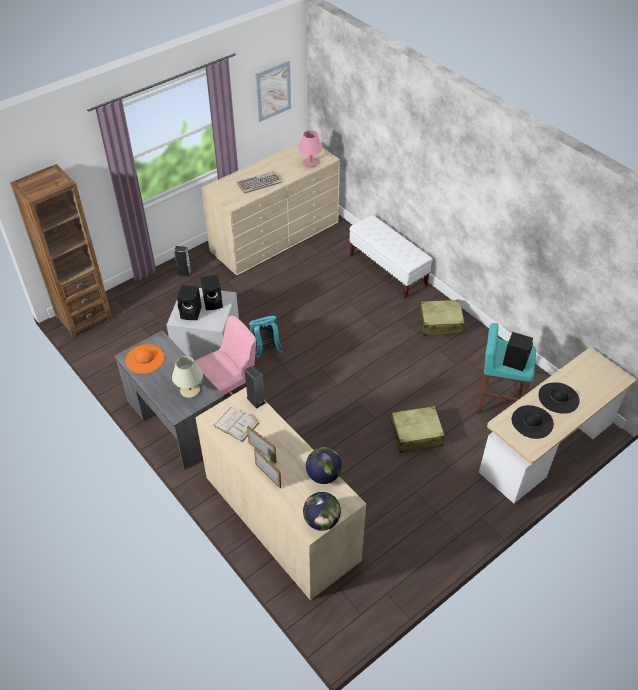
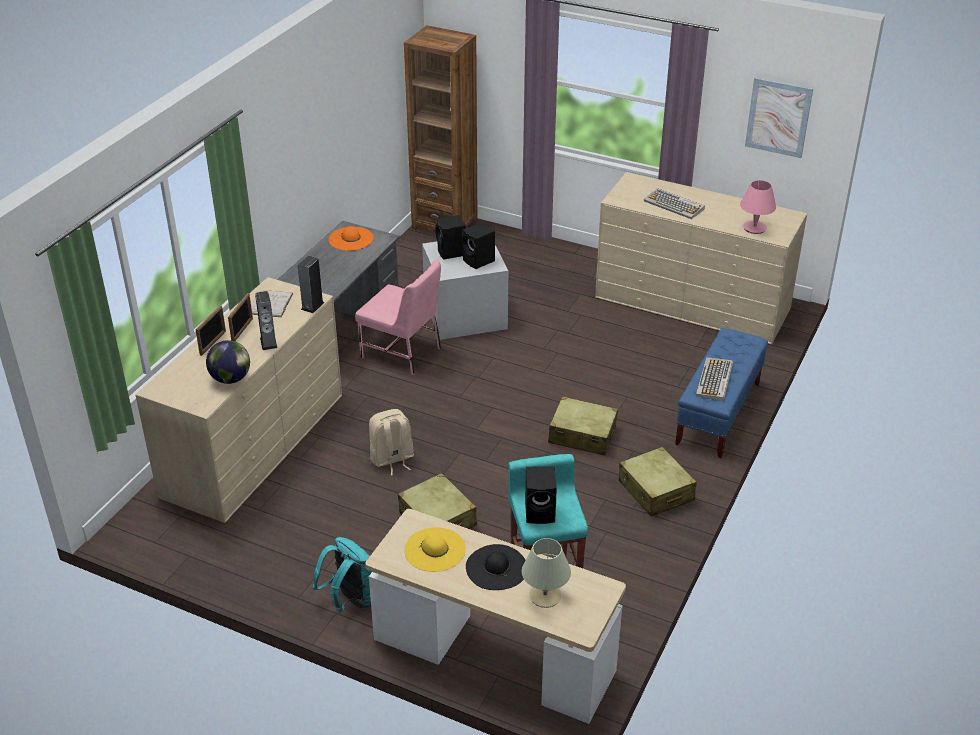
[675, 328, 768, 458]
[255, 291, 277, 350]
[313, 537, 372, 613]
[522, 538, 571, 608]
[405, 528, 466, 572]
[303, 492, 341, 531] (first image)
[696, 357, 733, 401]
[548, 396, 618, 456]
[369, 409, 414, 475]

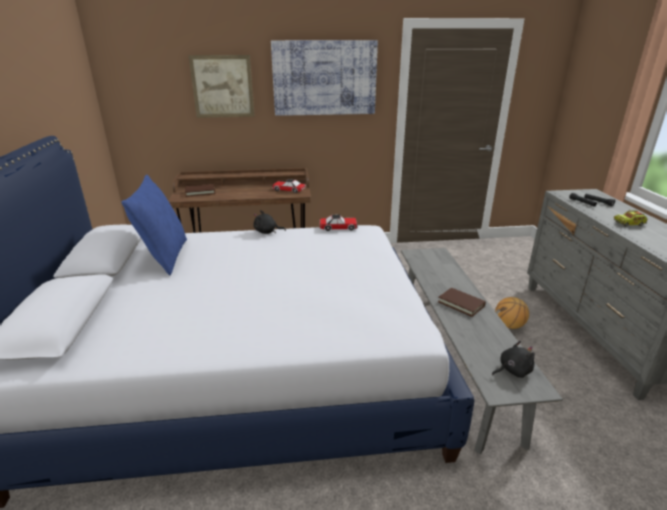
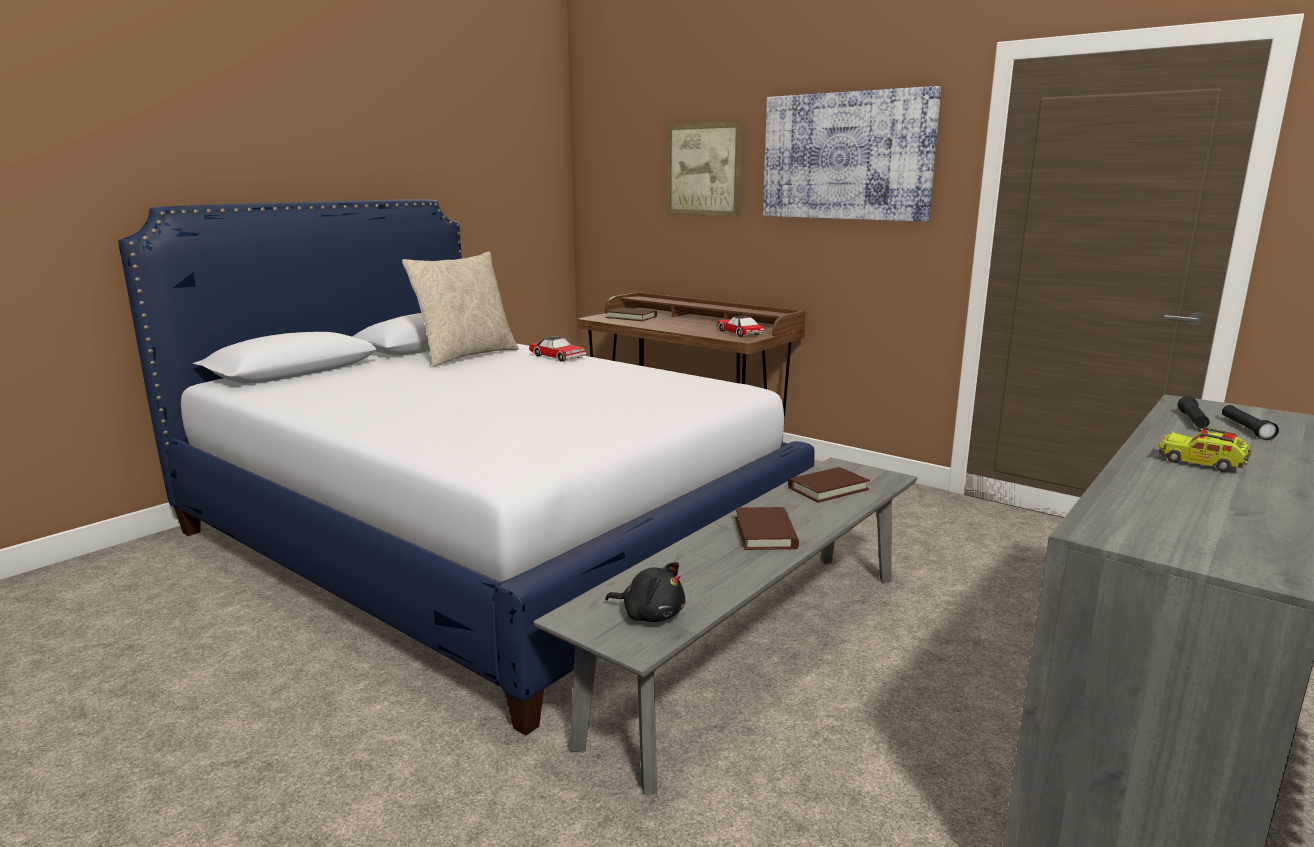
[402, 251, 519, 366]
[253, 210, 286, 234] (first image)
[529, 337, 586, 362]
[495, 297, 529, 329] (first image)
[788, 467, 870, 502]

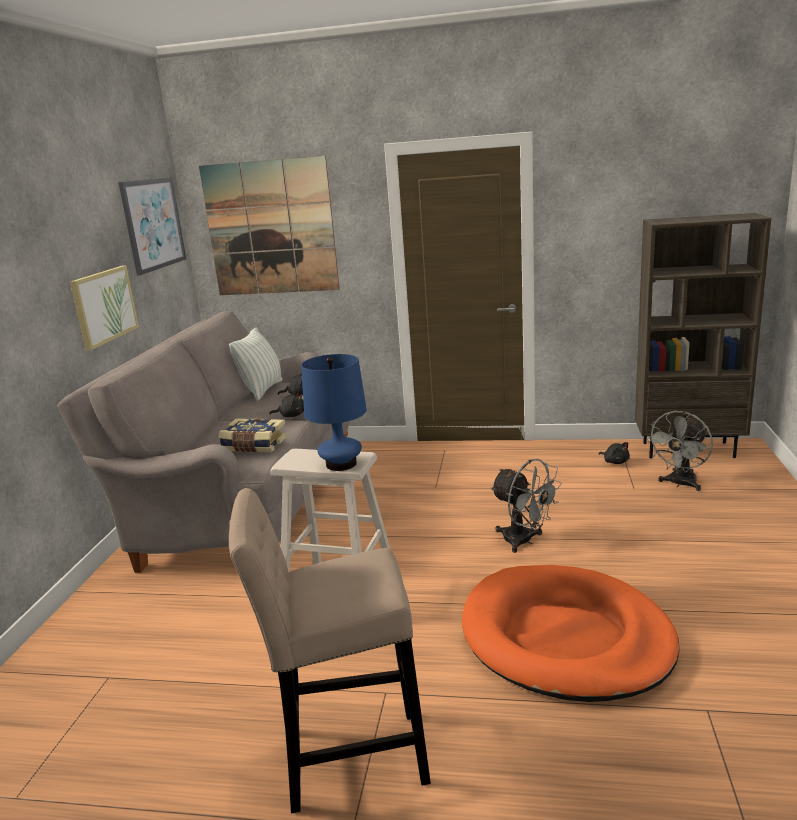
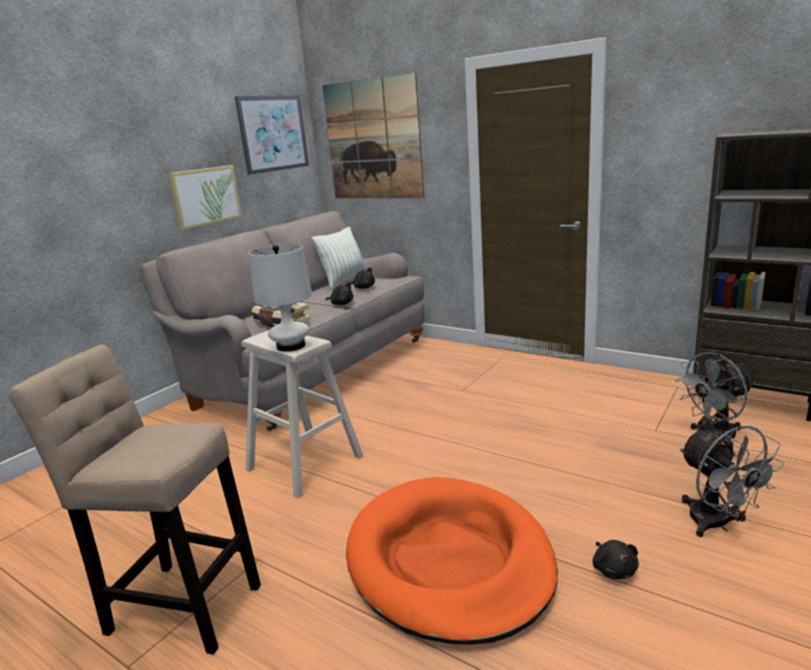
[249, 244, 312, 352]
[593, 540, 639, 579]
[680, 426, 785, 537]

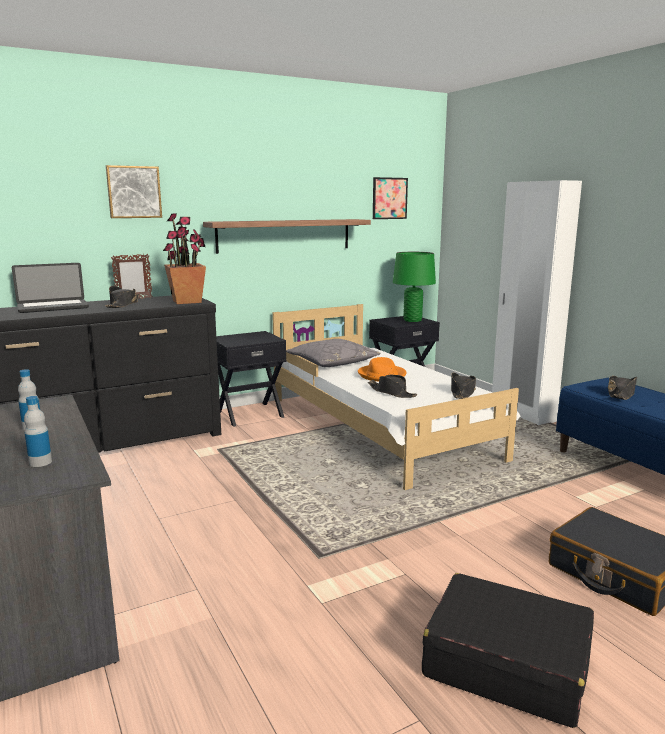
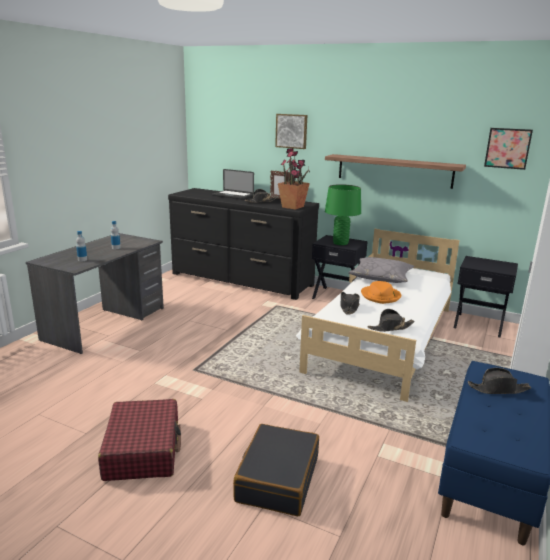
[325, 184, 361, 245]
[98, 399, 181, 481]

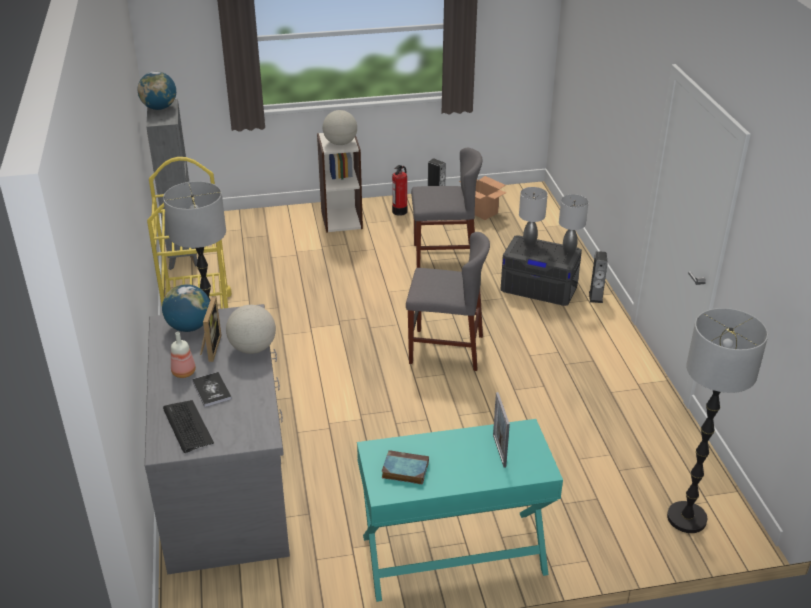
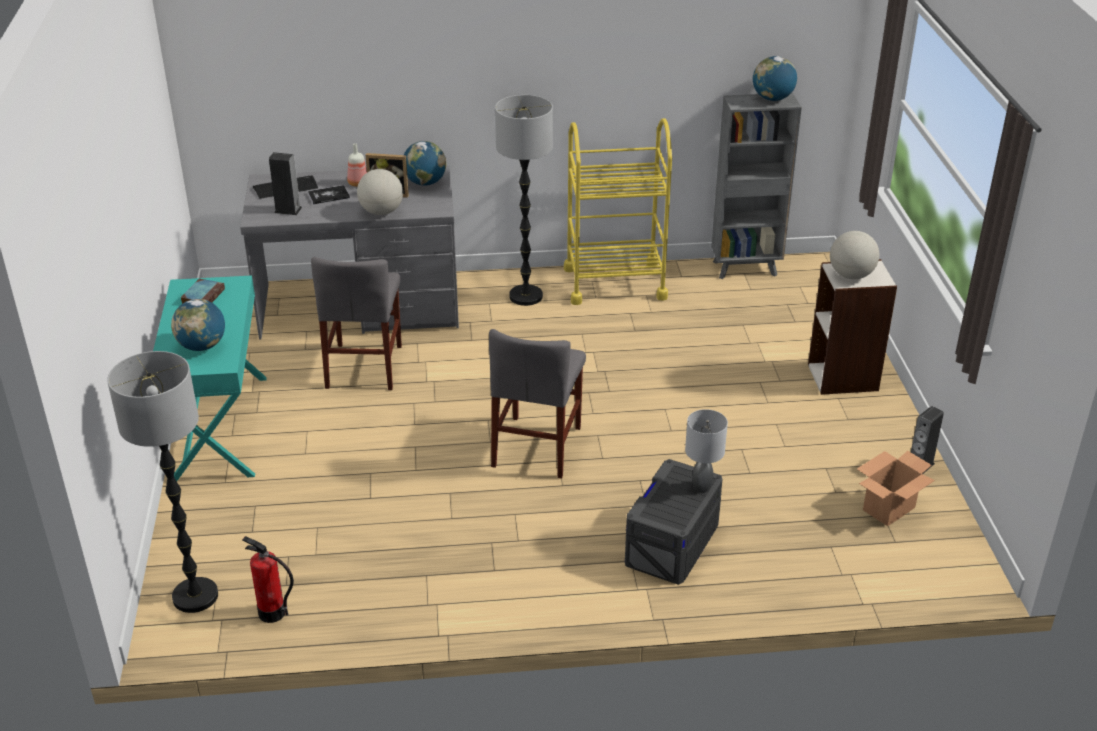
[311, 257, 402, 390]
[242, 536, 294, 623]
[559, 194, 589, 253] (first image)
[269, 152, 302, 215]
[171, 299, 225, 351]

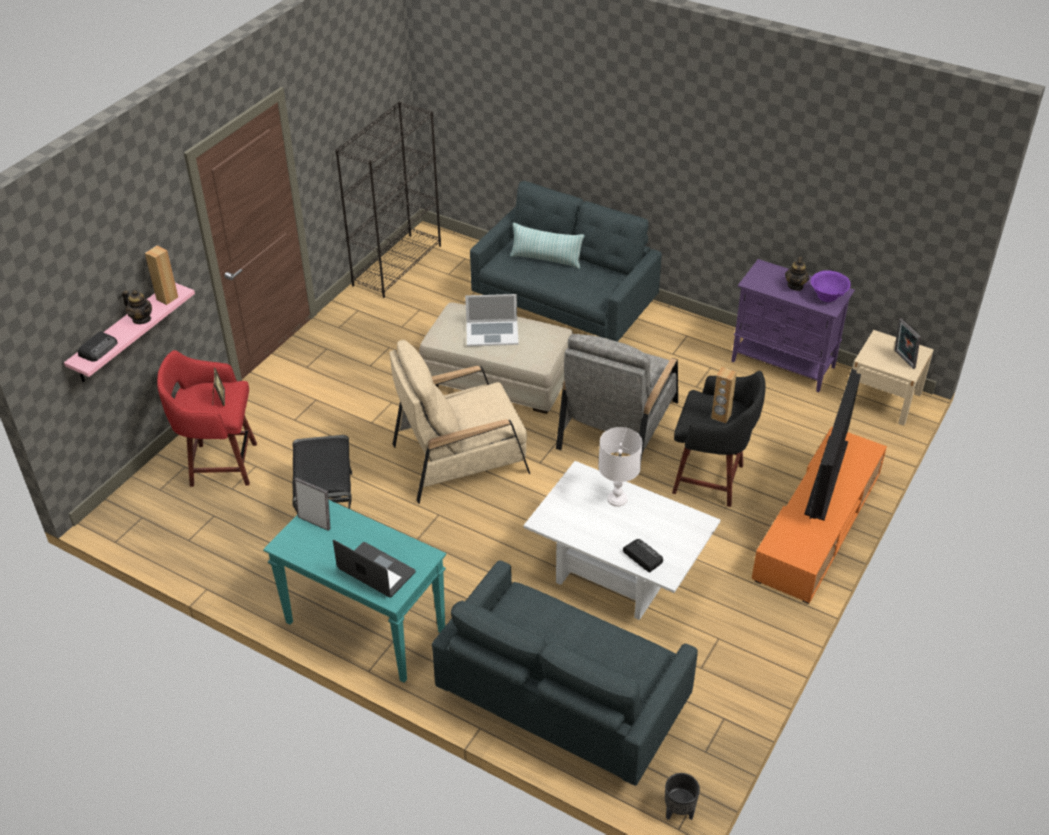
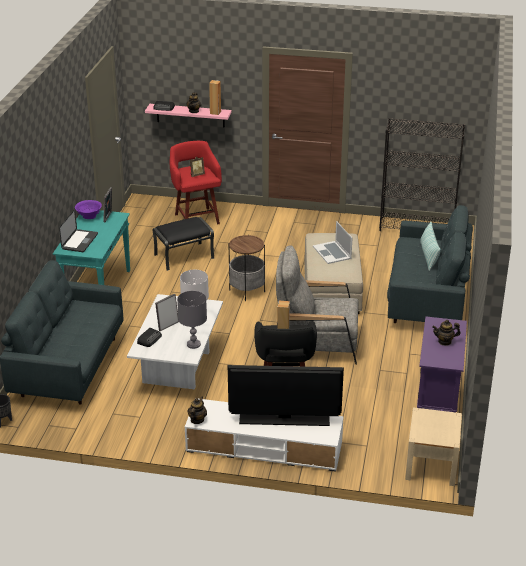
[75, 200, 102, 219]
[155, 294, 179, 331]
[228, 235, 265, 301]
[185, 398, 344, 472]
[177, 291, 207, 349]
[188, 396, 207, 424]

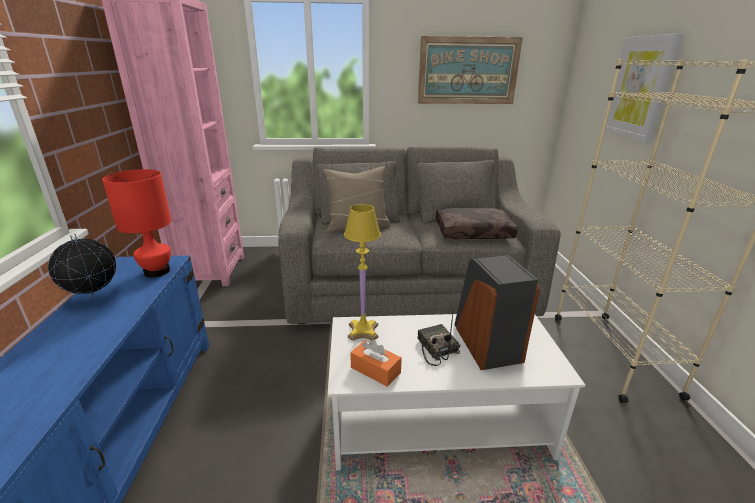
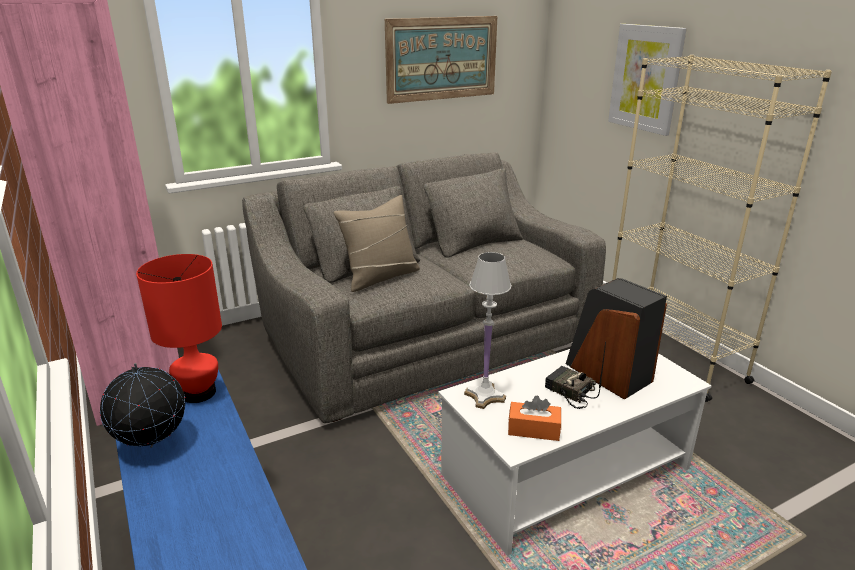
[464, 252, 511, 409]
[436, 208, 518, 239] (first image)

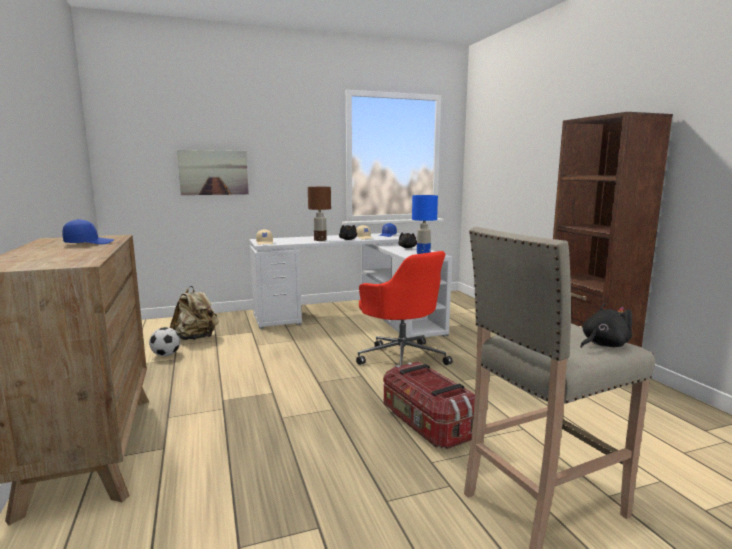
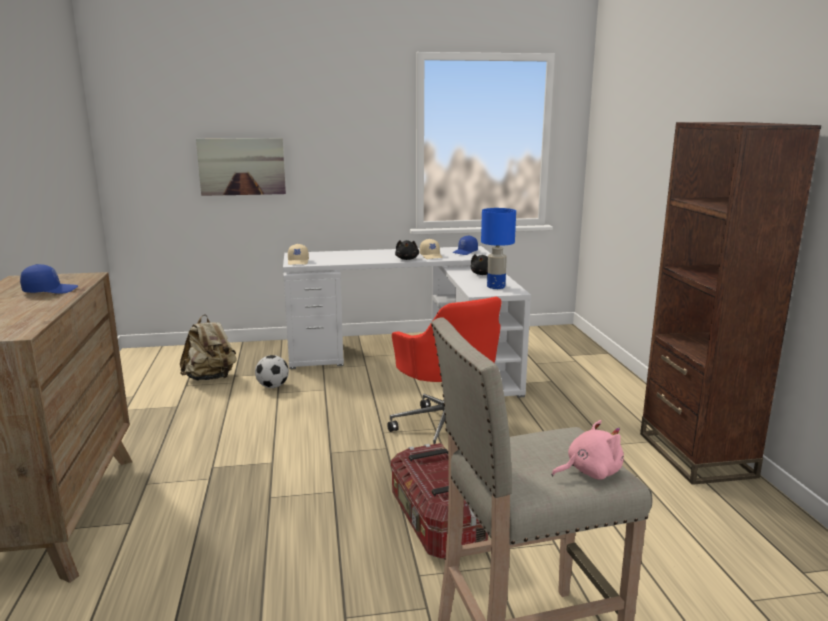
[308, 187, 331, 241] (first image)
[551, 420, 624, 480]
[255, 355, 289, 388]

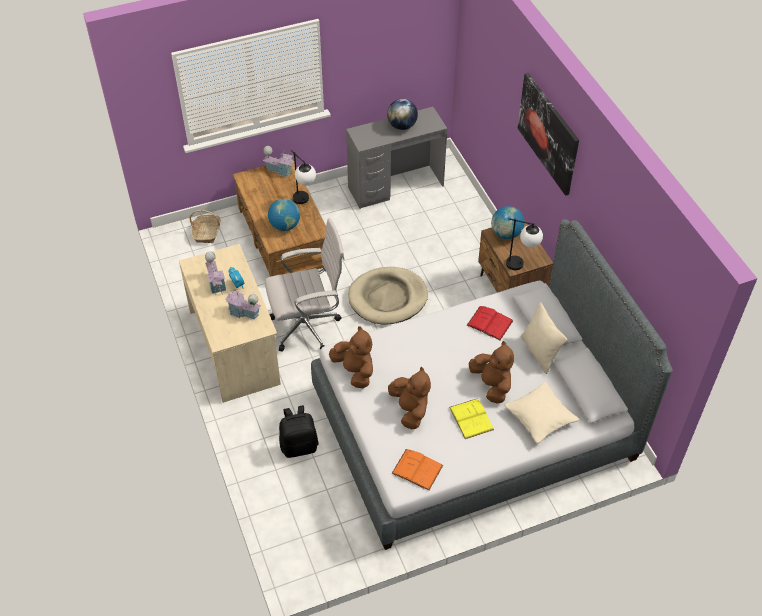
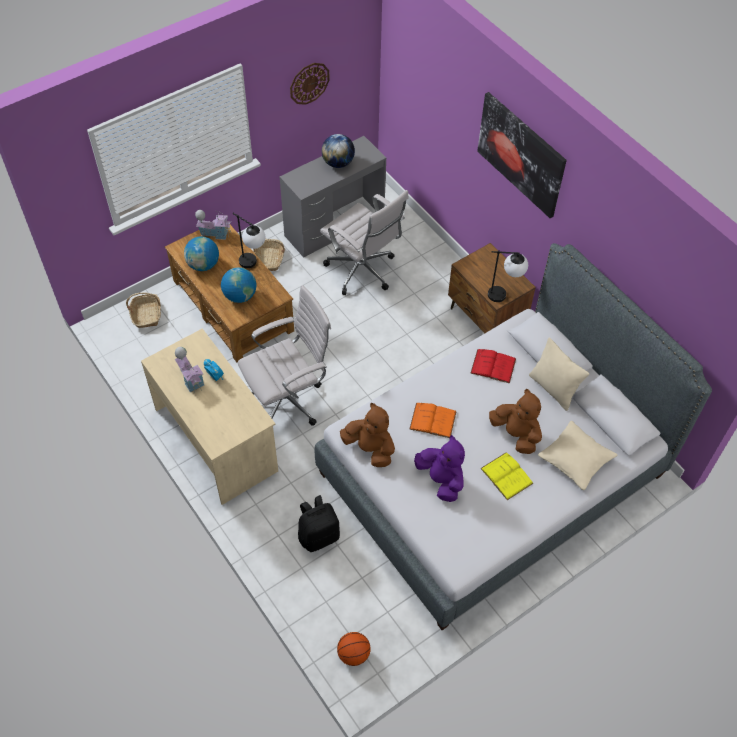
[184, 236, 219, 271]
[348, 267, 428, 325] (first image)
[225, 289, 261, 320] (first image)
[414, 435, 465, 502]
[409, 403, 457, 438]
[290, 63, 330, 105]
[320, 190, 409, 295]
[253, 239, 285, 271]
[337, 632, 371, 666]

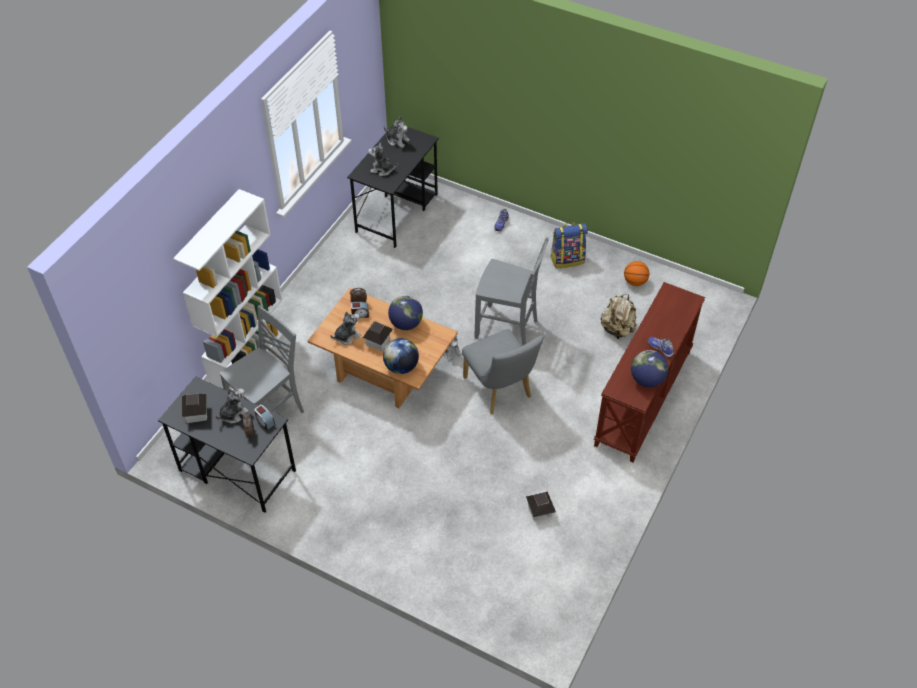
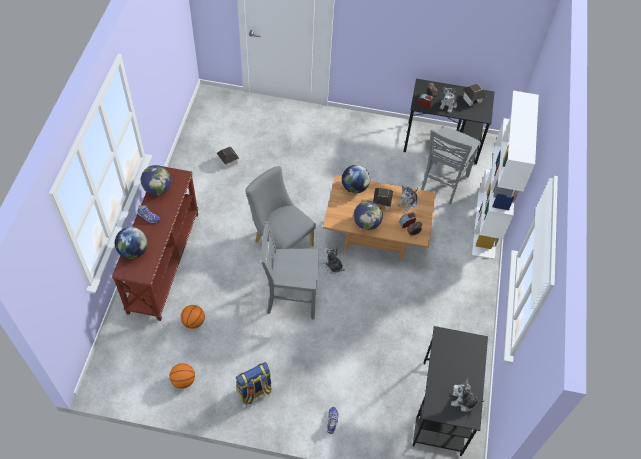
[368, 142, 398, 176] (first image)
[181, 305, 205, 329]
[115, 227, 147, 259]

